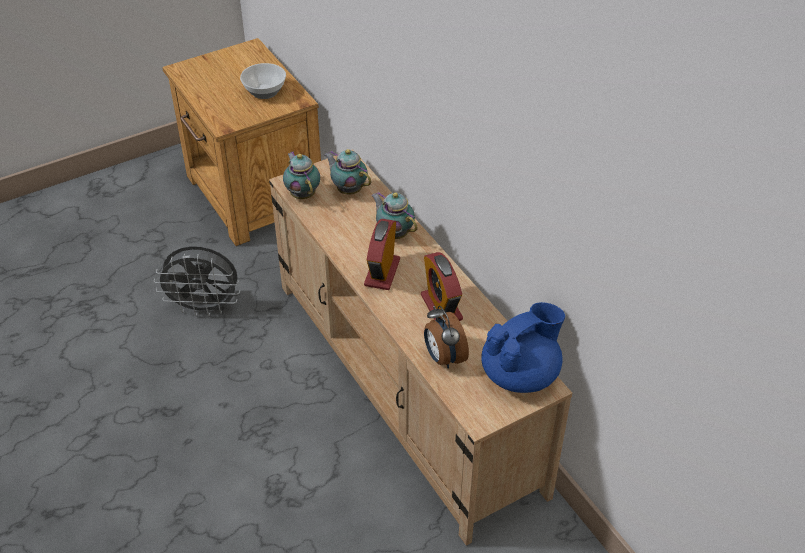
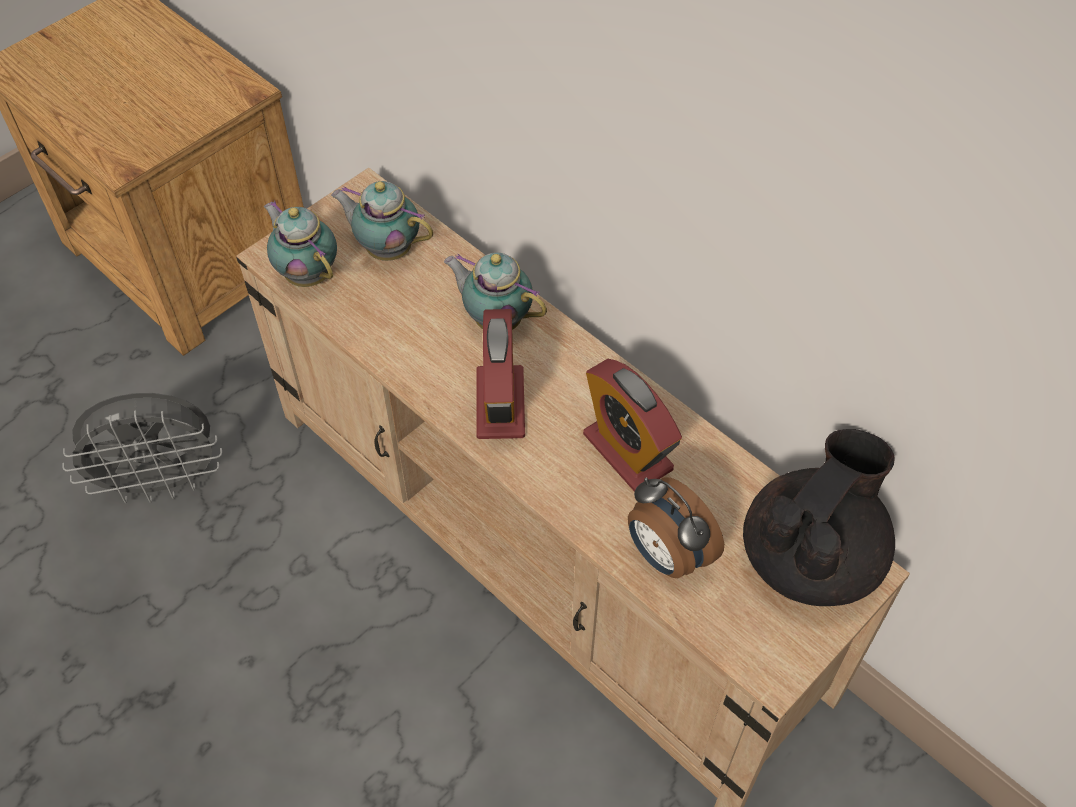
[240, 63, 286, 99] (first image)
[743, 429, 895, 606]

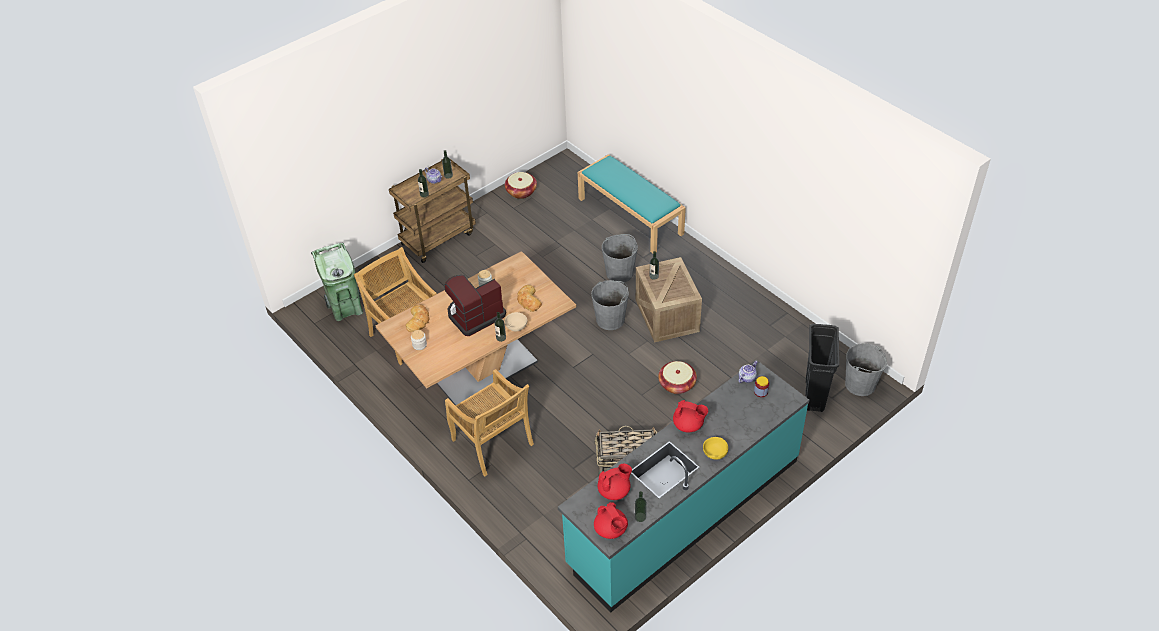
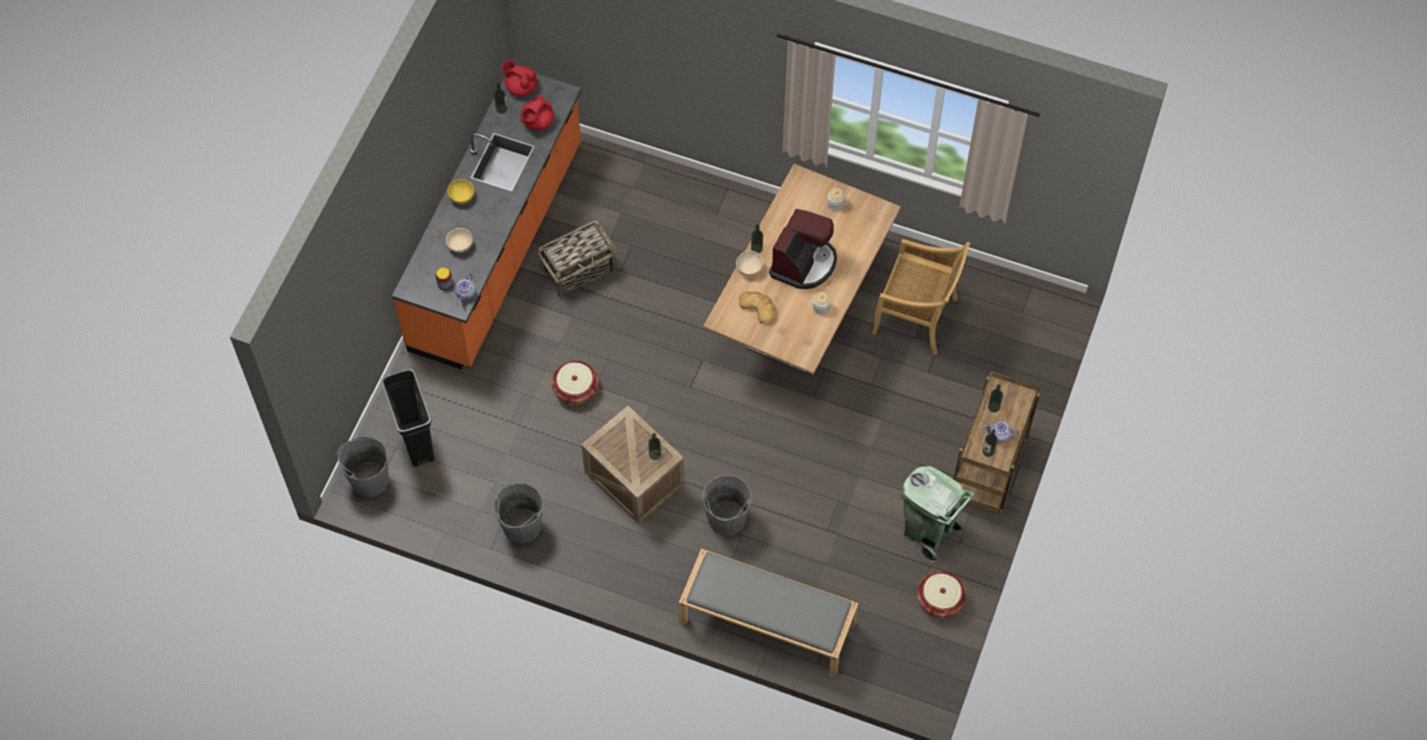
[679, 548, 859, 678]
[901, 466, 975, 562]
[493, 483, 543, 544]
[406, 304, 429, 332] (first image)
[392, 73, 582, 370]
[445, 369, 534, 476] (first image)
[673, 400, 708, 432] (first image)
[446, 228, 473, 253]

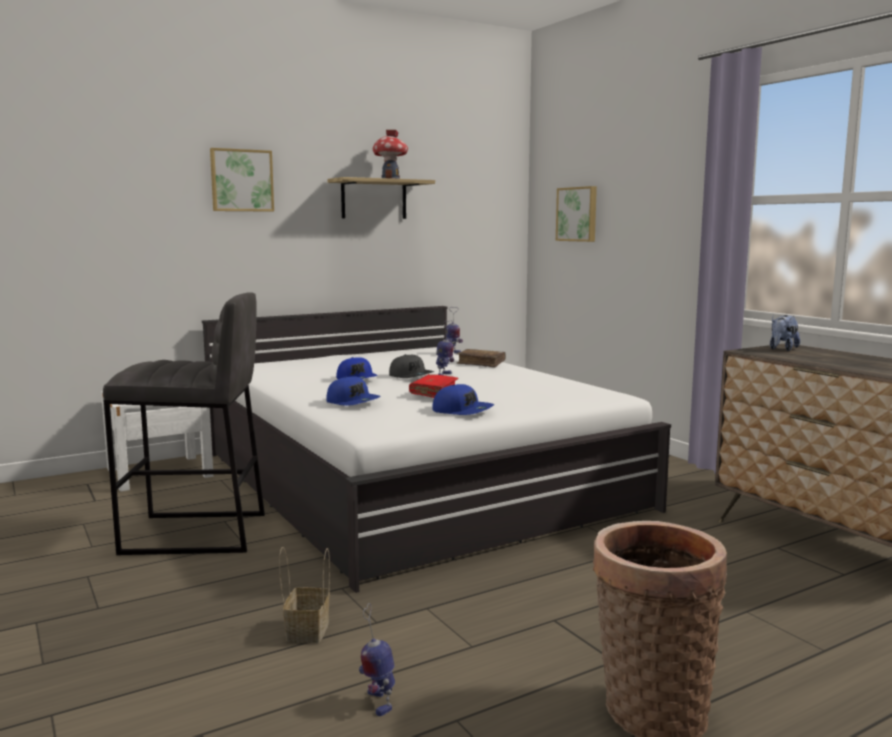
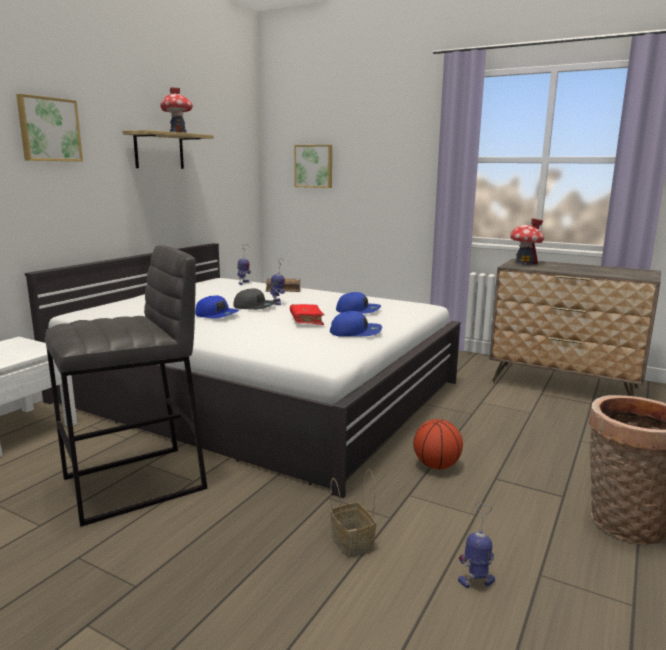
[510, 218, 544, 265]
[336, 292, 381, 314]
[458, 502, 495, 588]
[413, 419, 463, 469]

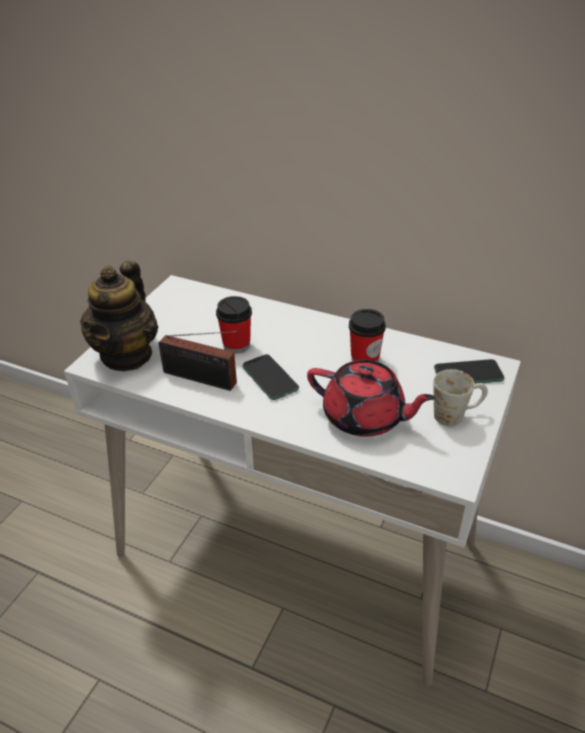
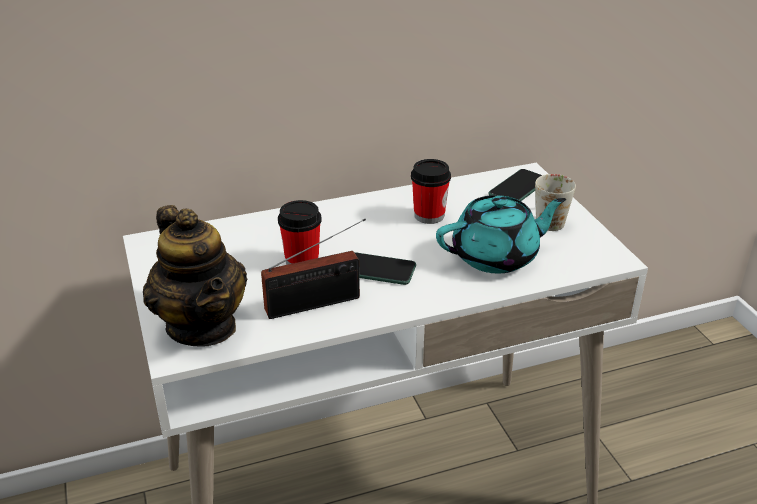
[436, 195, 566, 274]

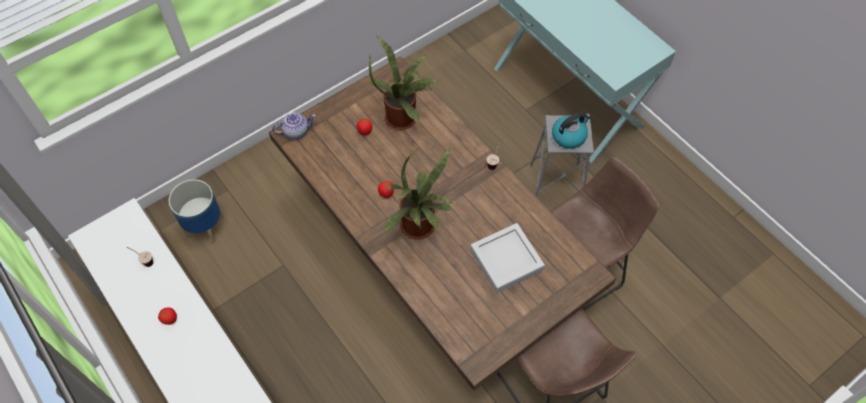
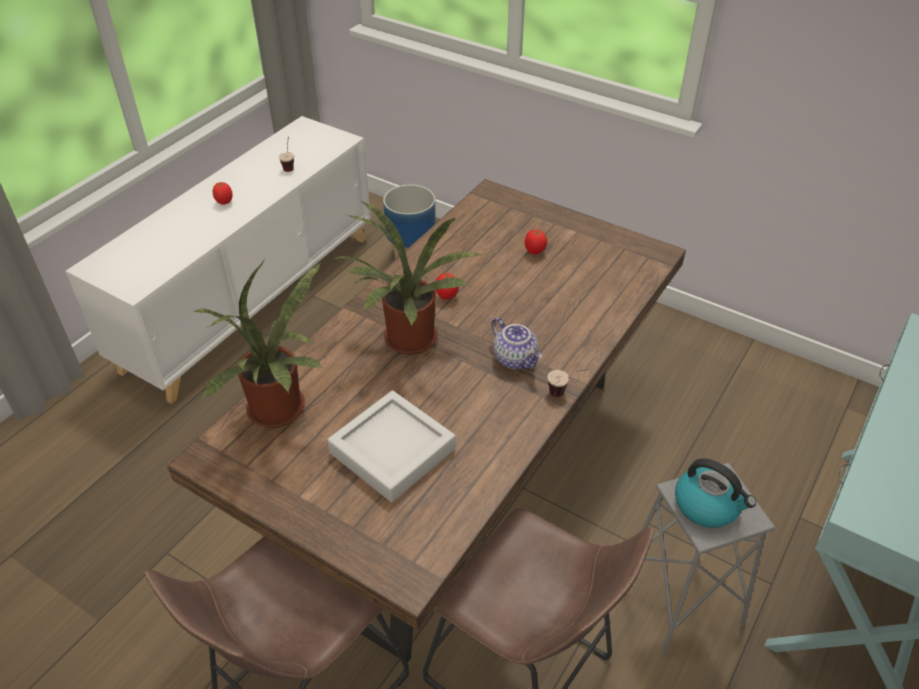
[194, 258, 324, 428]
[492, 317, 542, 369]

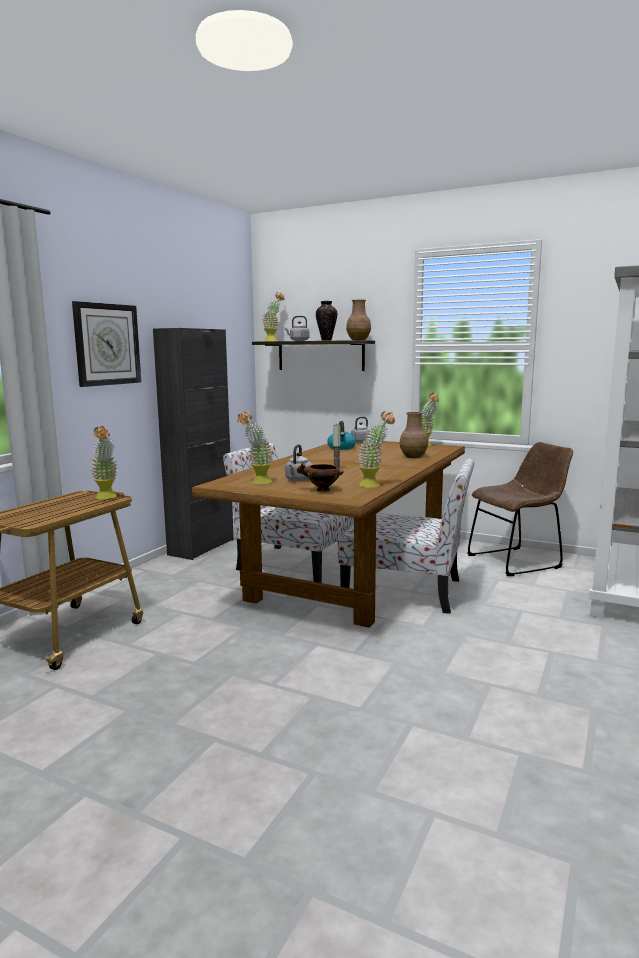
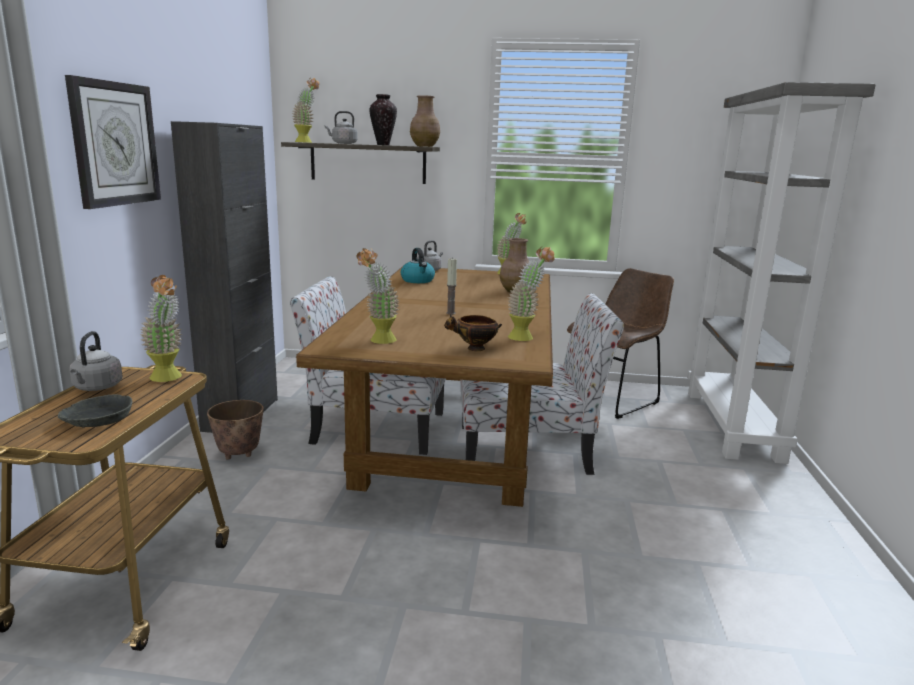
[69, 331, 123, 391]
[58, 395, 132, 428]
[207, 400, 264, 459]

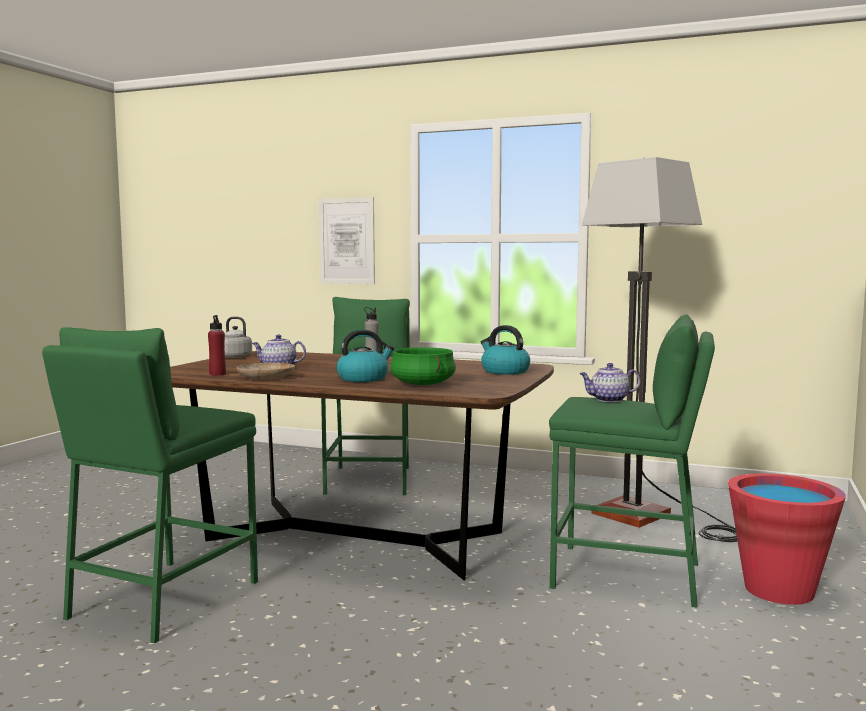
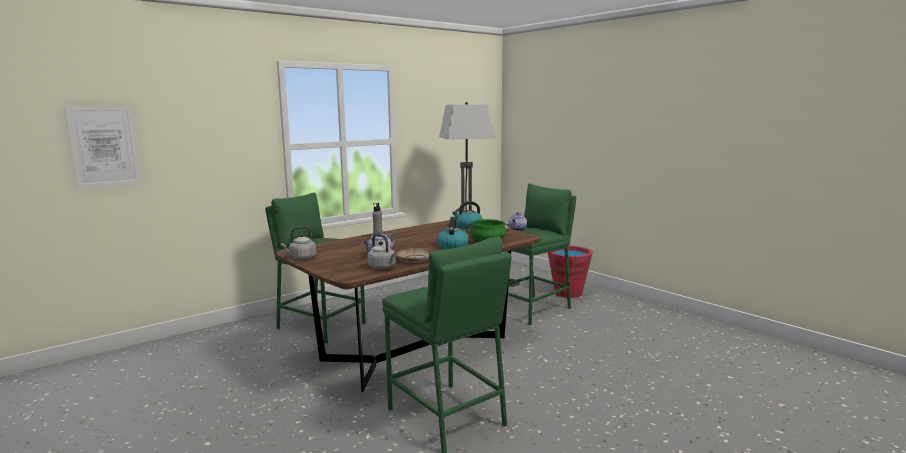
[64, 106, 142, 189]
[368, 234, 396, 269]

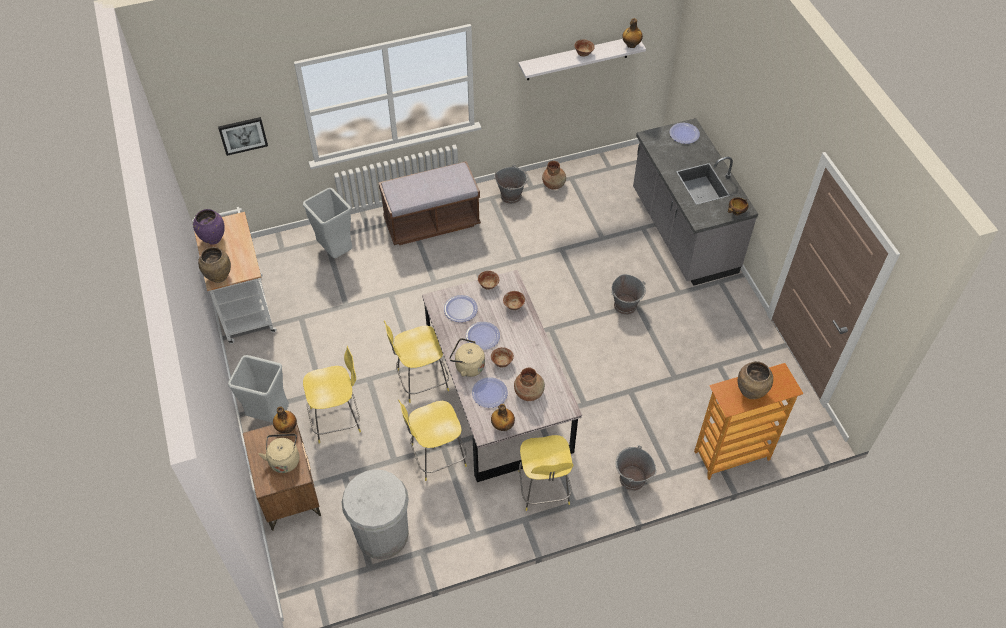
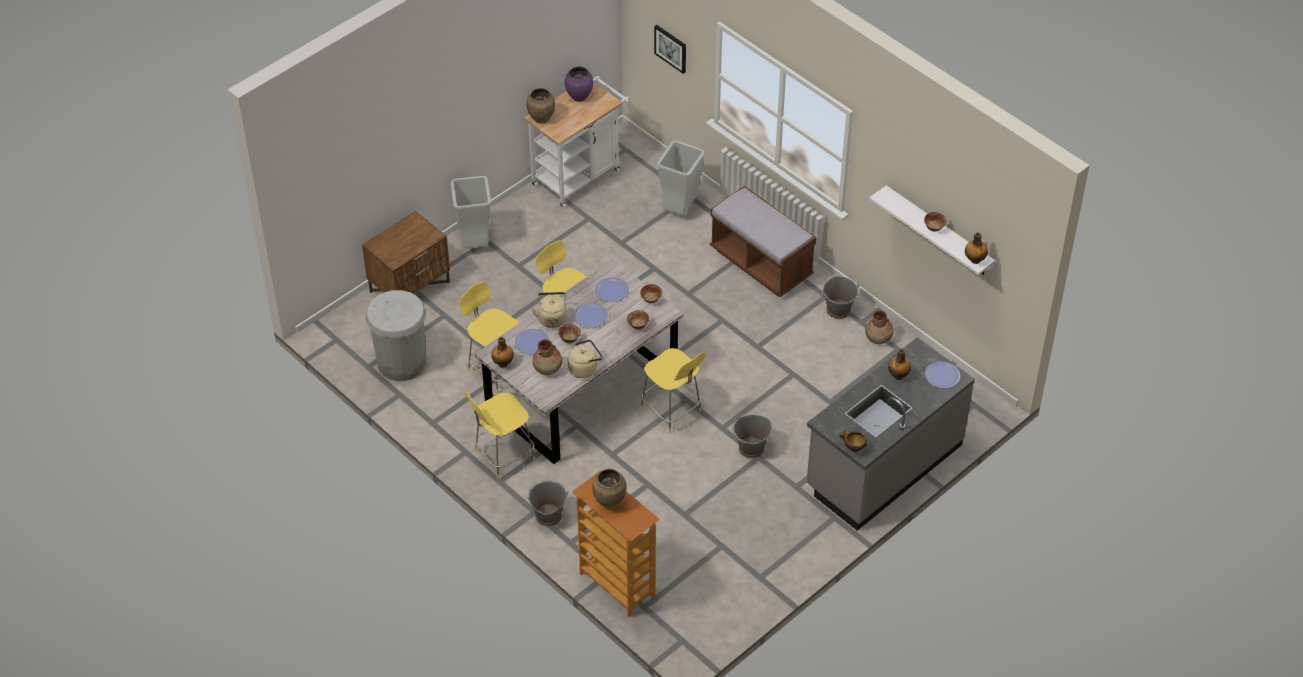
[640, 348, 706, 433]
[888, 349, 911, 380]
[568, 340, 603, 378]

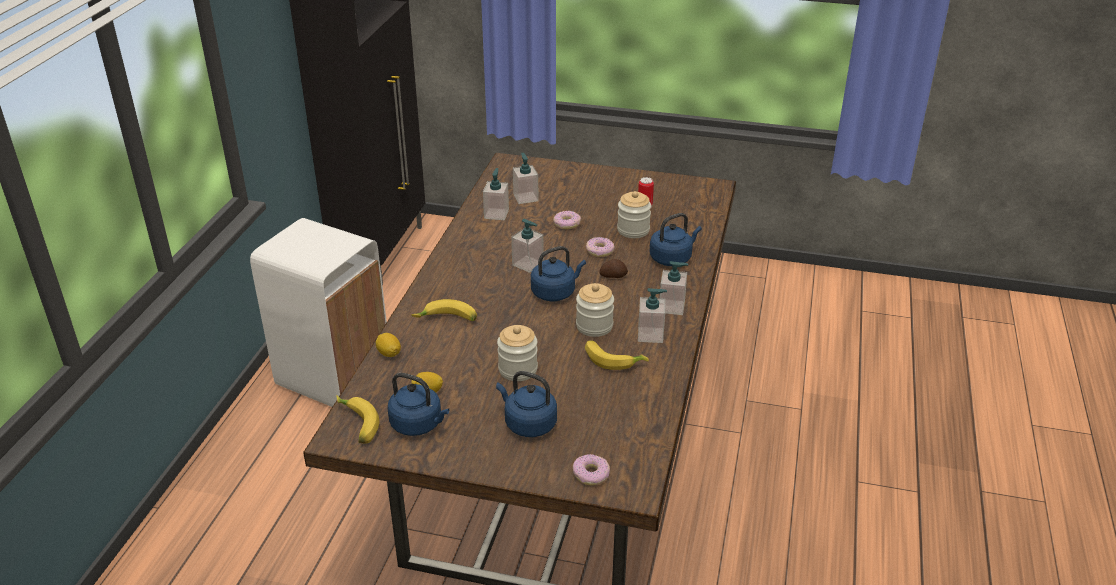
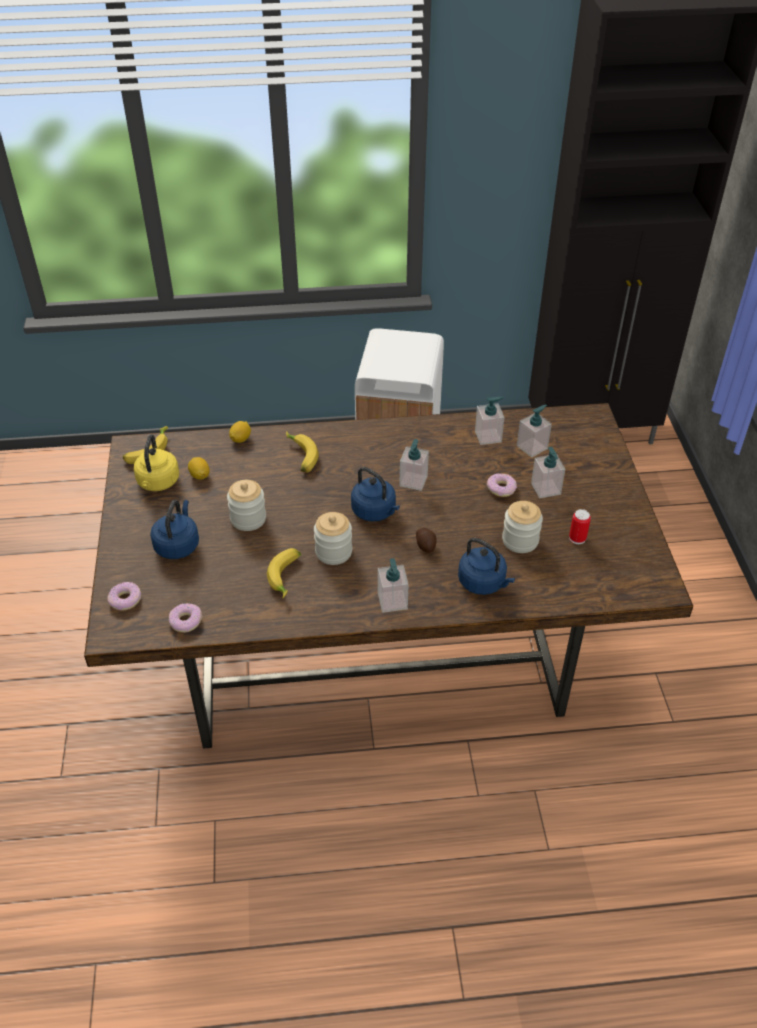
[169, 603, 202, 633]
[531, 447, 565, 498]
[134, 434, 179, 491]

